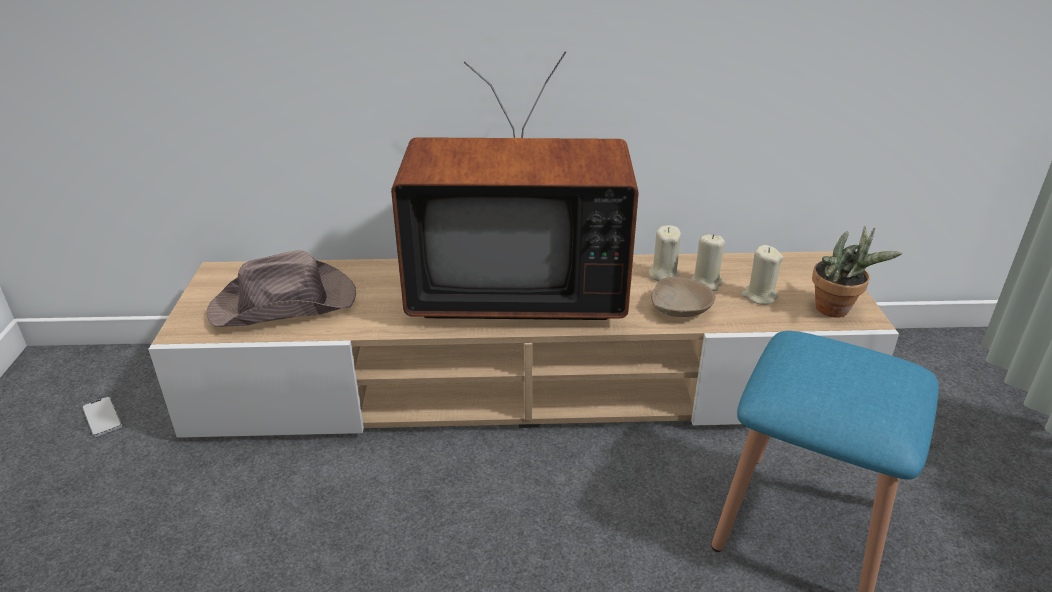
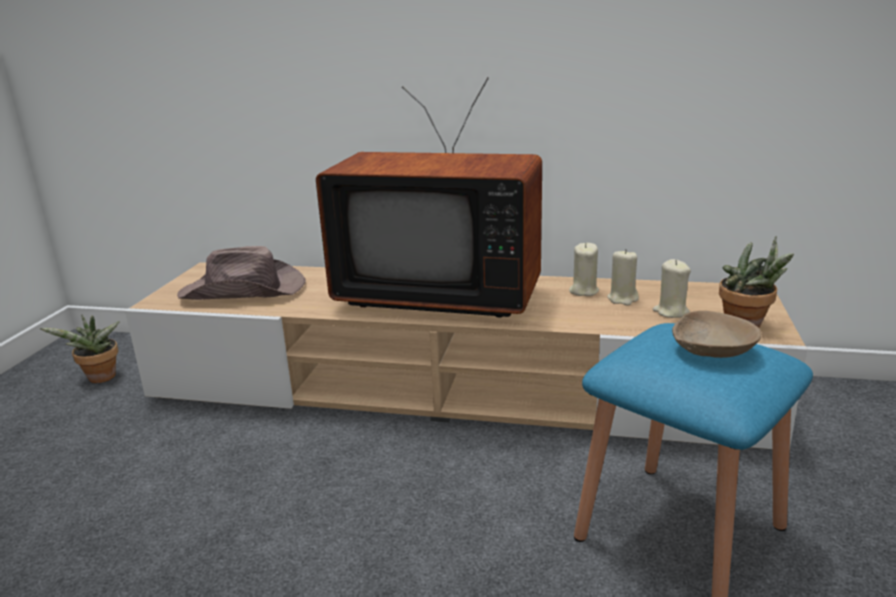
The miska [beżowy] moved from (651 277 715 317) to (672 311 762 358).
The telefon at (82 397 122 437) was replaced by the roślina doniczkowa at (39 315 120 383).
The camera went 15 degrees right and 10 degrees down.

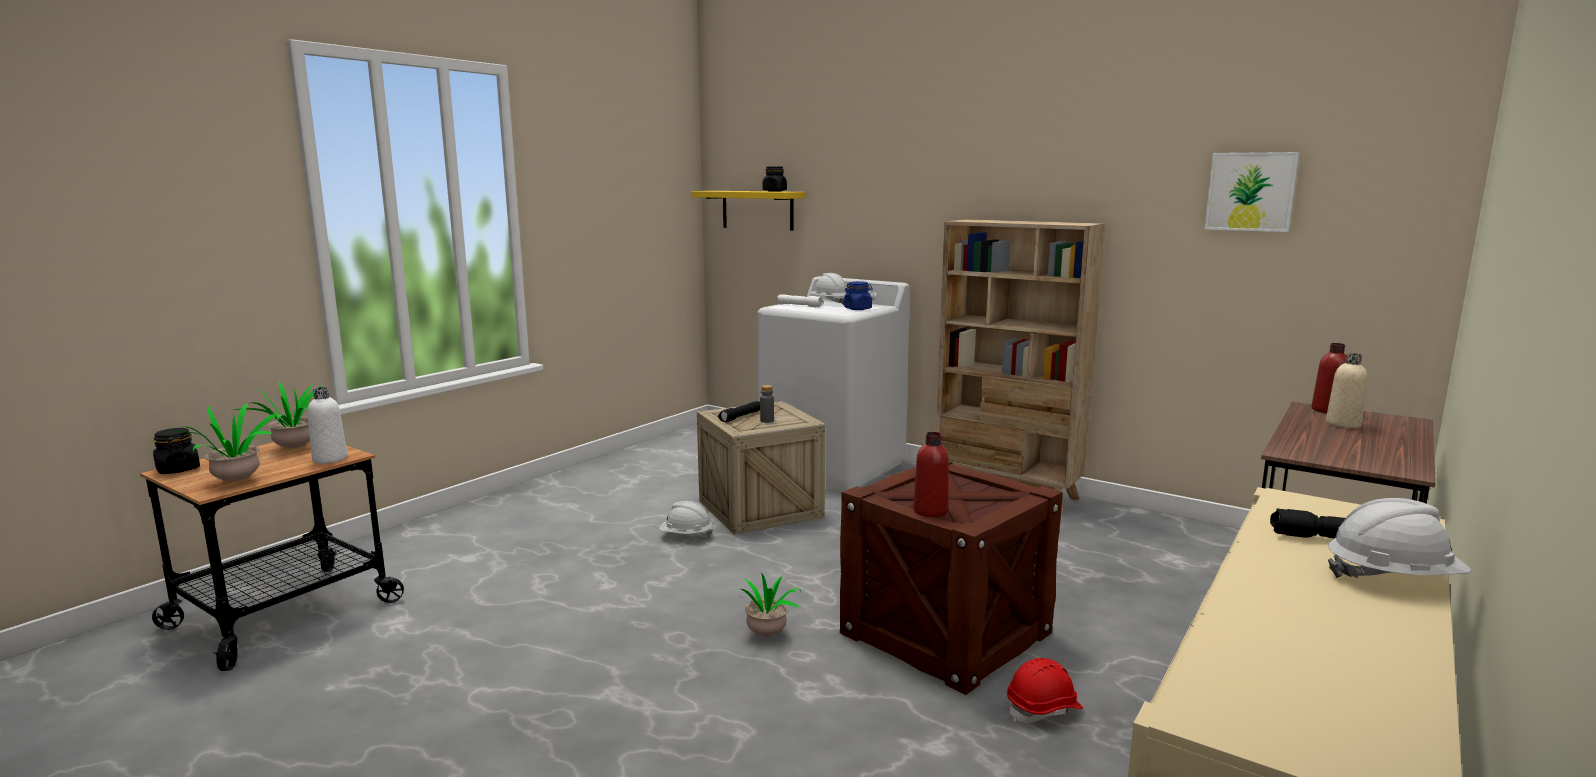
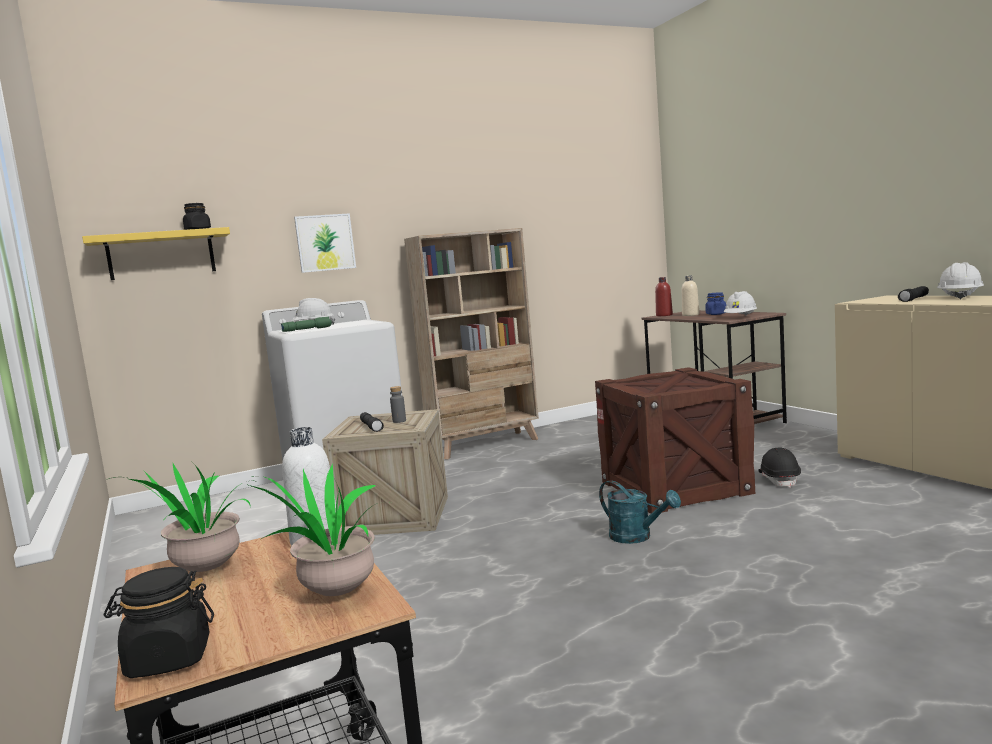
The obraz moved from (1204 152 1299 232) to (294 213 356 273).
The słoik [niebieski] moved from (844 281 873 310) to (705 292 726 315).
The latarka [biały] at (778 294 824 307) became the latarka [zielony] at (281 317 332 332).
The butelka [czerwony] at (913 432 949 517) disappeared.
The kask [biały] moved from (659 501 714 537) to (724 291 757 316).
The roślina doniczkowa at (733 572 801 636) was replaced by the konewka [turkusowy] at (599 480 681 544).
The kask [czerwony] at (1007 658 1083 723) became the kask [czarny] at (758 448 801 488).
The camera went 60 degrees left and 5 degrees down.

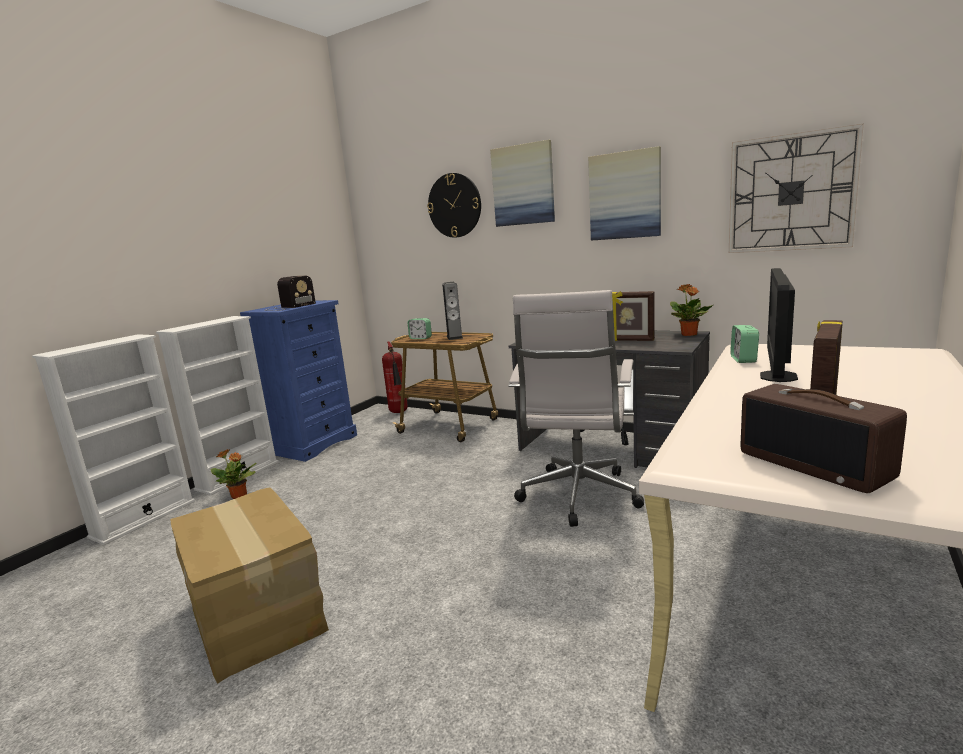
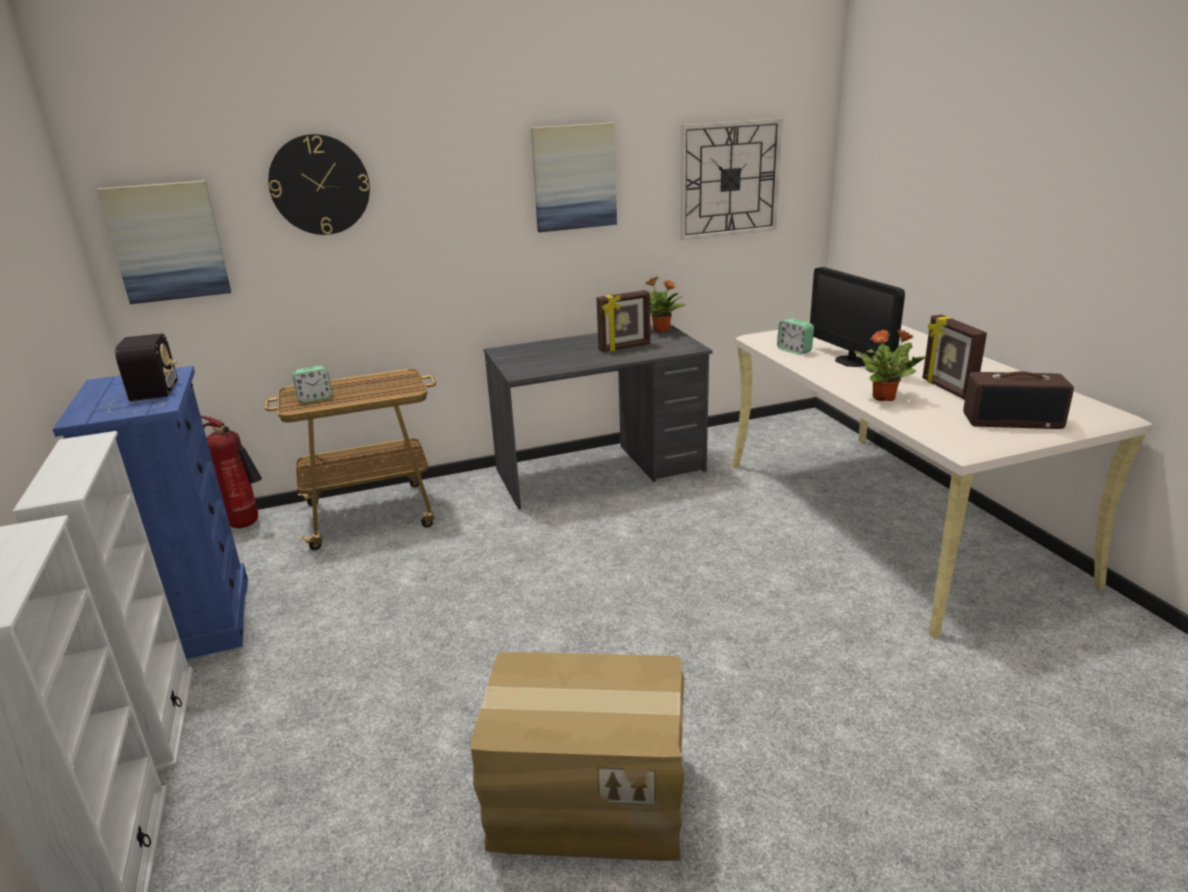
The obraz moved from (490 140 555 227) to (97 181 231 304).
The głośnik at (442 282 463 340) disappeared.
The krzesło biurowe [biały] at (508 290 644 527) disappeared.
The roślina doniczkowa moved from (210 449 257 499) to (854 329 926 401).
The camera went 50 degrees left and 10 degrees up.

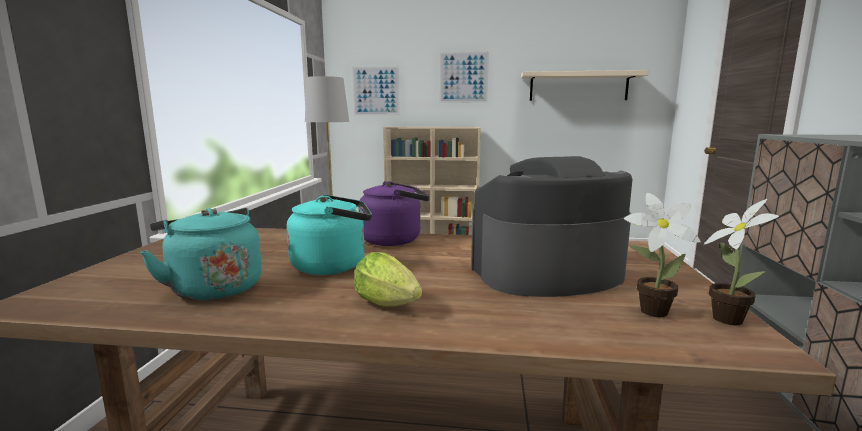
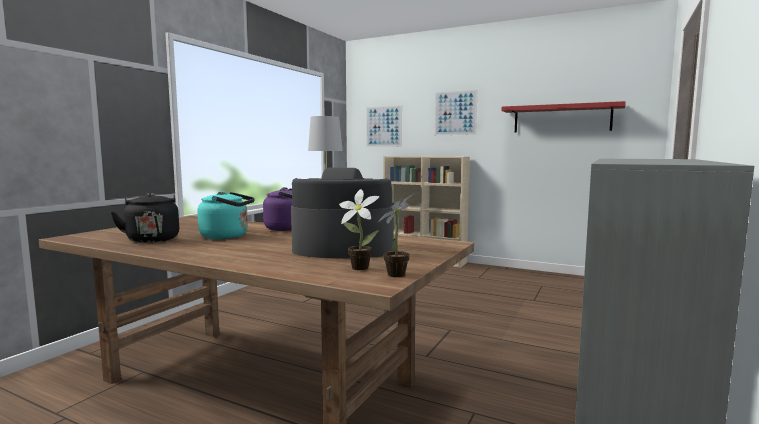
The półka [beżowy] at (521 70 649 101) became the półka [czerwony] at (502 101 626 133).
The czajnik [turkusowy] at (140 208 262 301) became the czajnik [czarny] at (111 193 179 243).
The sałata at (354 252 422 307) disappeared.
The camera went 20 degrees right and 5 degrees down.

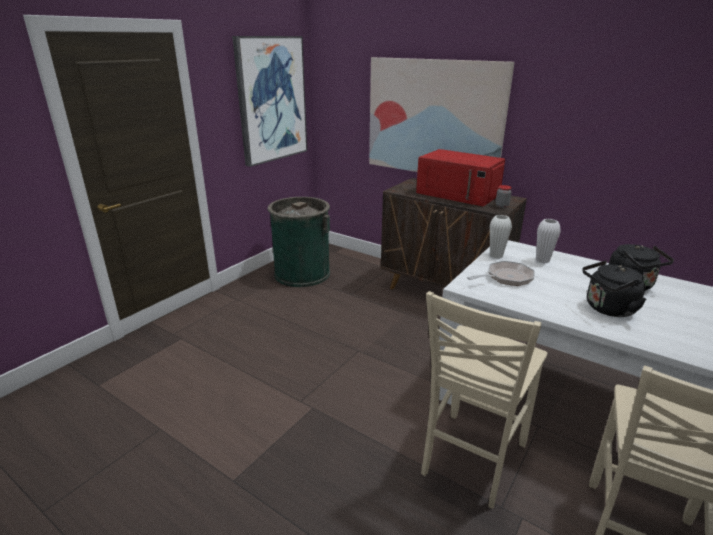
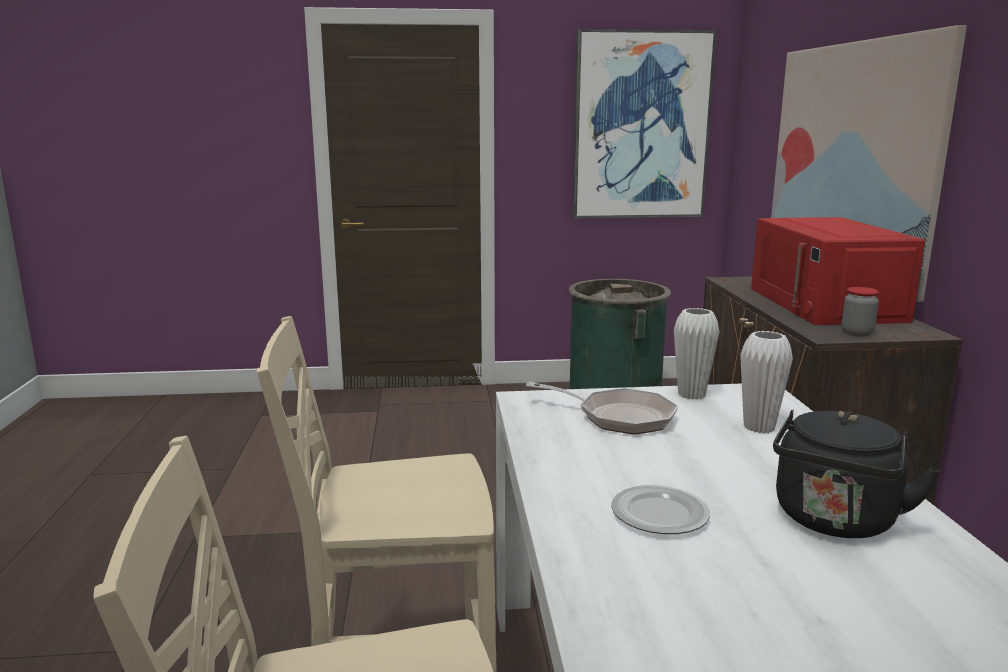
The czajnik [czarny] at (582 260 646 317) was replaced by the talerz at (611 485 710 534).
The camera went 50 degrees right and 10 degrees down.

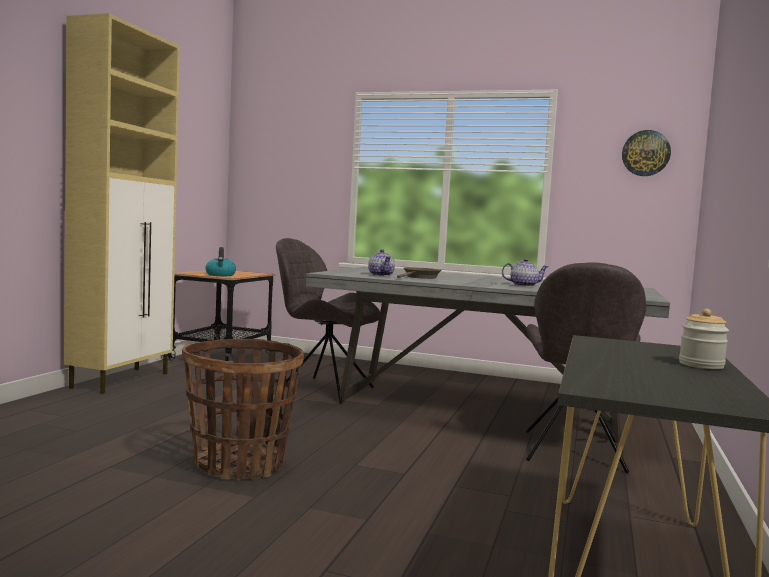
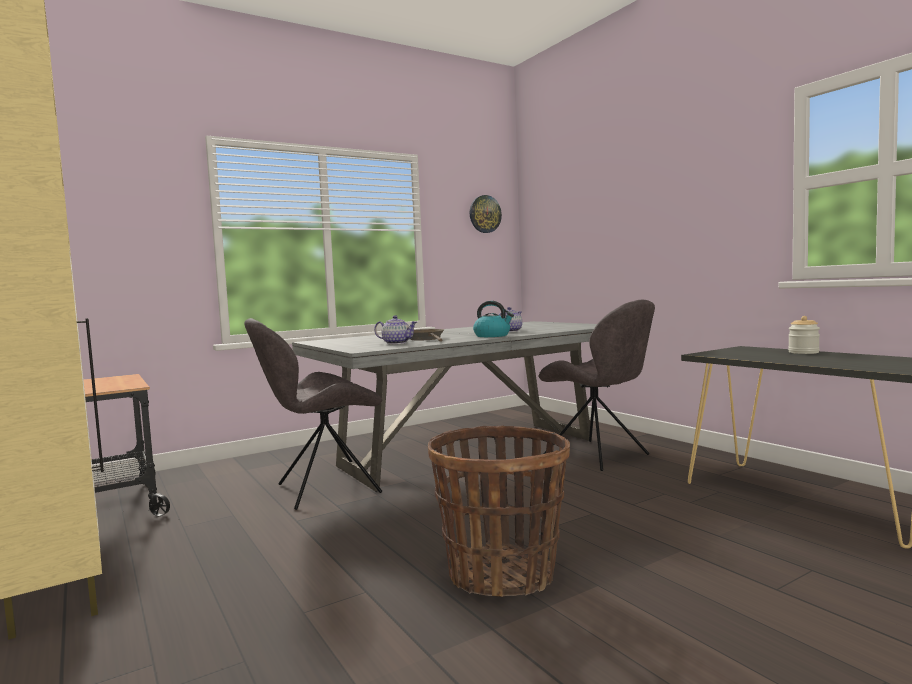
The czajnik moved from (205 247 236 276) to (473 301 514 337).
The camera went 50 degrees left and 0 degrees up.

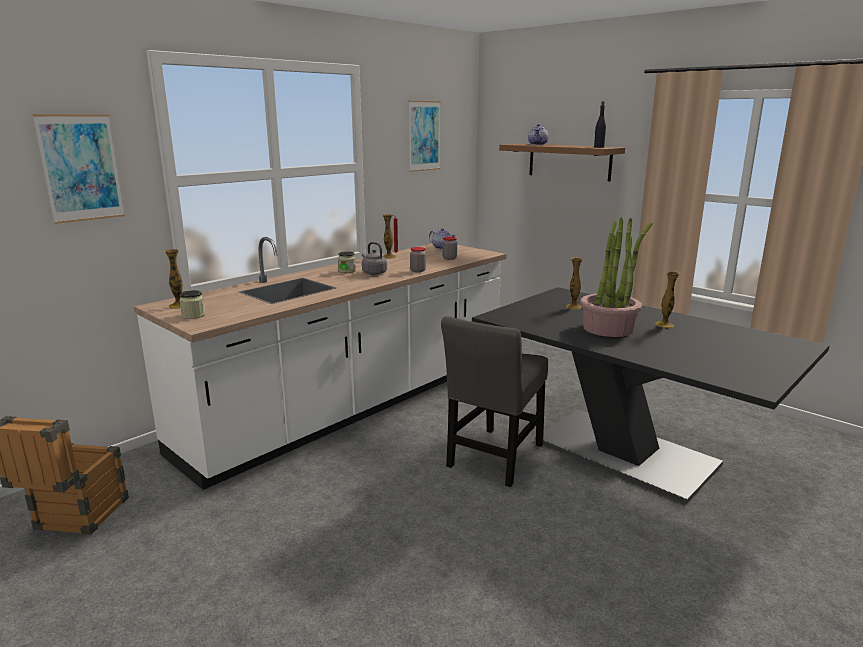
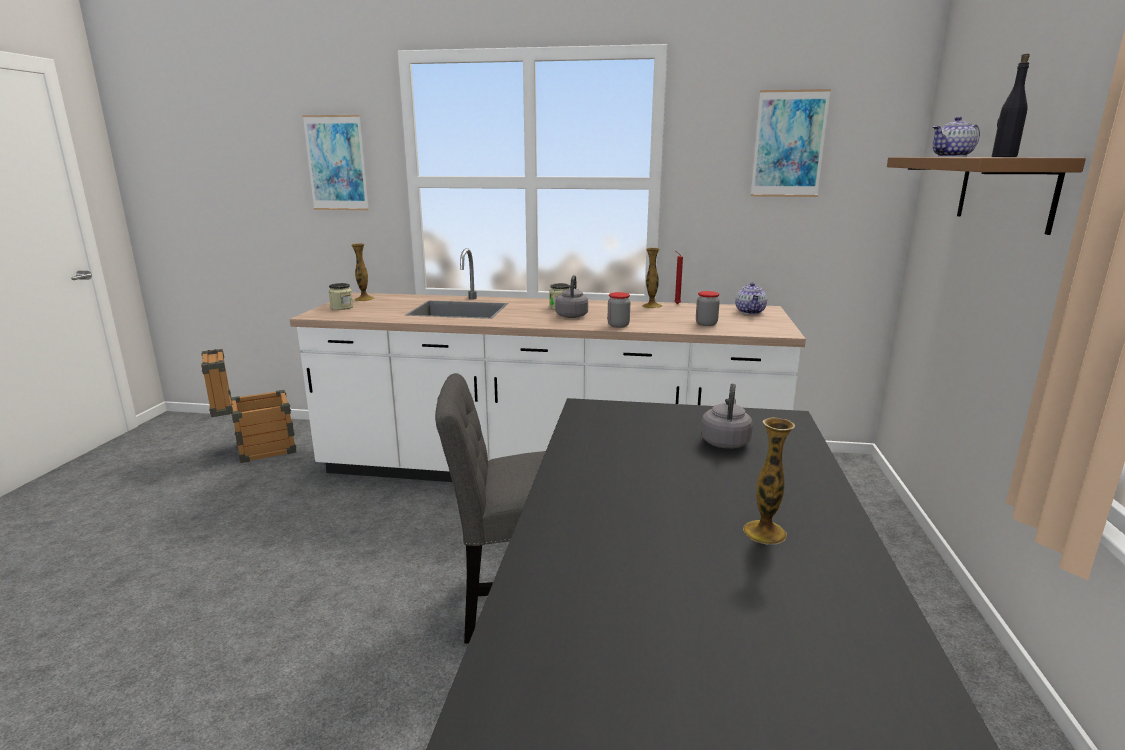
The roślina doniczkowa at (580 217 653 337) disappeared.
The wazon at (566 257 583 310) was replaced by the czajnik [szary] at (701 383 753 449).
The camera went 55 degrees right and 0 degrees up.

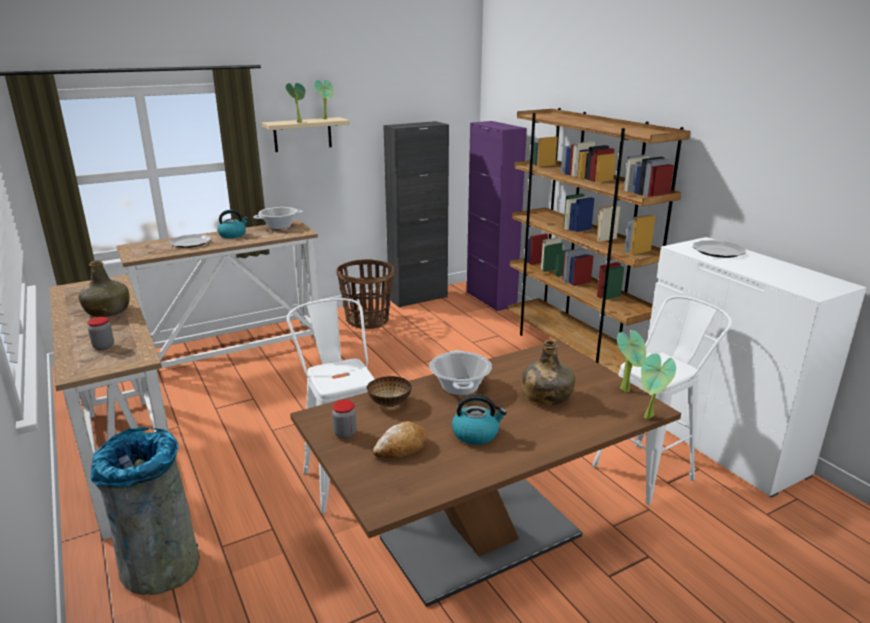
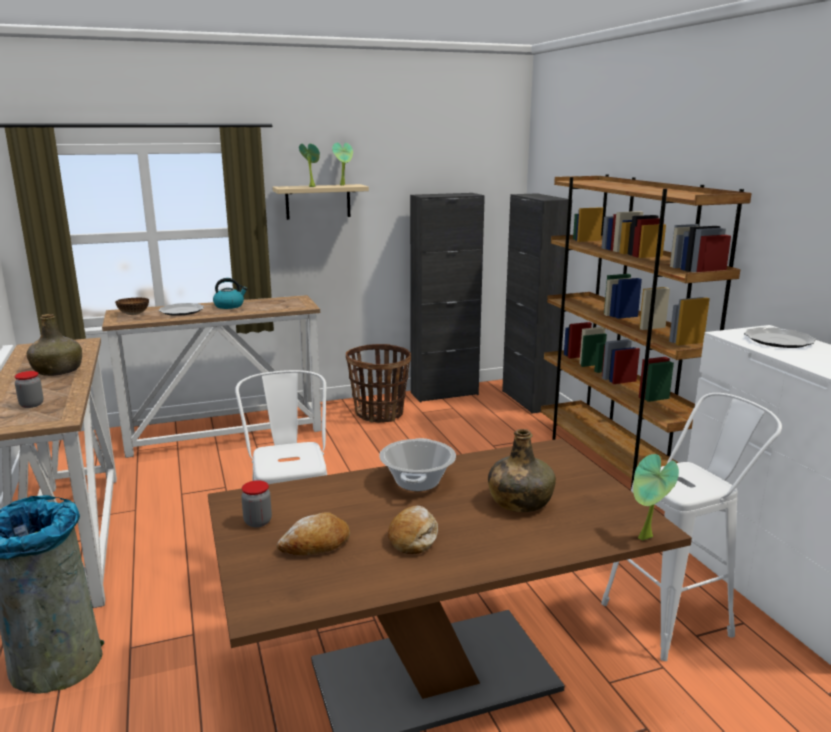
The szafka [fioletowy] at (467 121 527 311) became the szafka [czarny] at (502 193 572 414).
The garnek at (253 207 303 229) disappeared.
The roślina doniczkowa at (617 330 646 393) disappeared.
The miska moved from (366 376 412 407) to (115 298 149 315).
The czajnik at (452 394 507 445) was replaced by the chleb at (388 506 438 554).
The camera went 10 degrees right and 5 degrees down.

